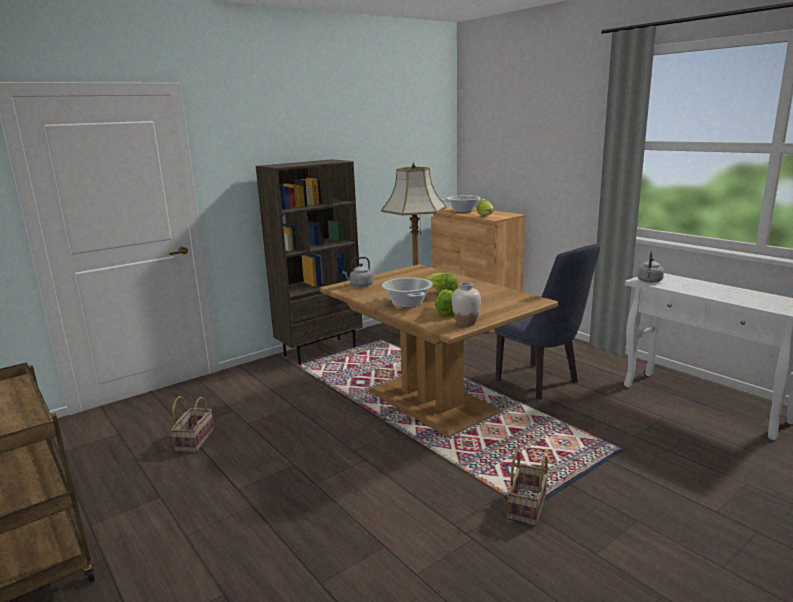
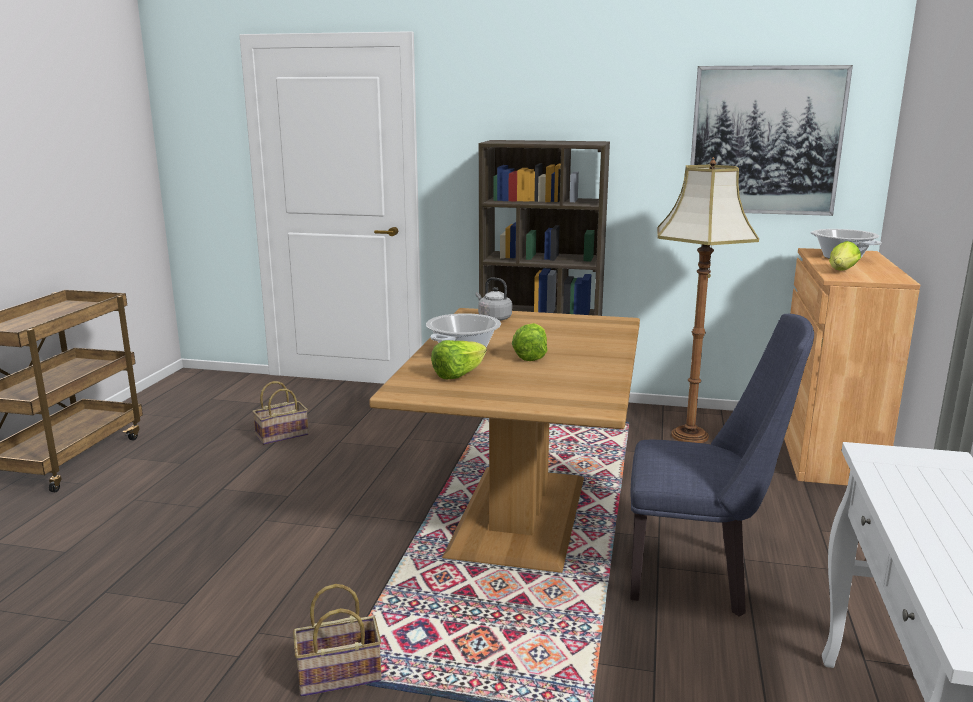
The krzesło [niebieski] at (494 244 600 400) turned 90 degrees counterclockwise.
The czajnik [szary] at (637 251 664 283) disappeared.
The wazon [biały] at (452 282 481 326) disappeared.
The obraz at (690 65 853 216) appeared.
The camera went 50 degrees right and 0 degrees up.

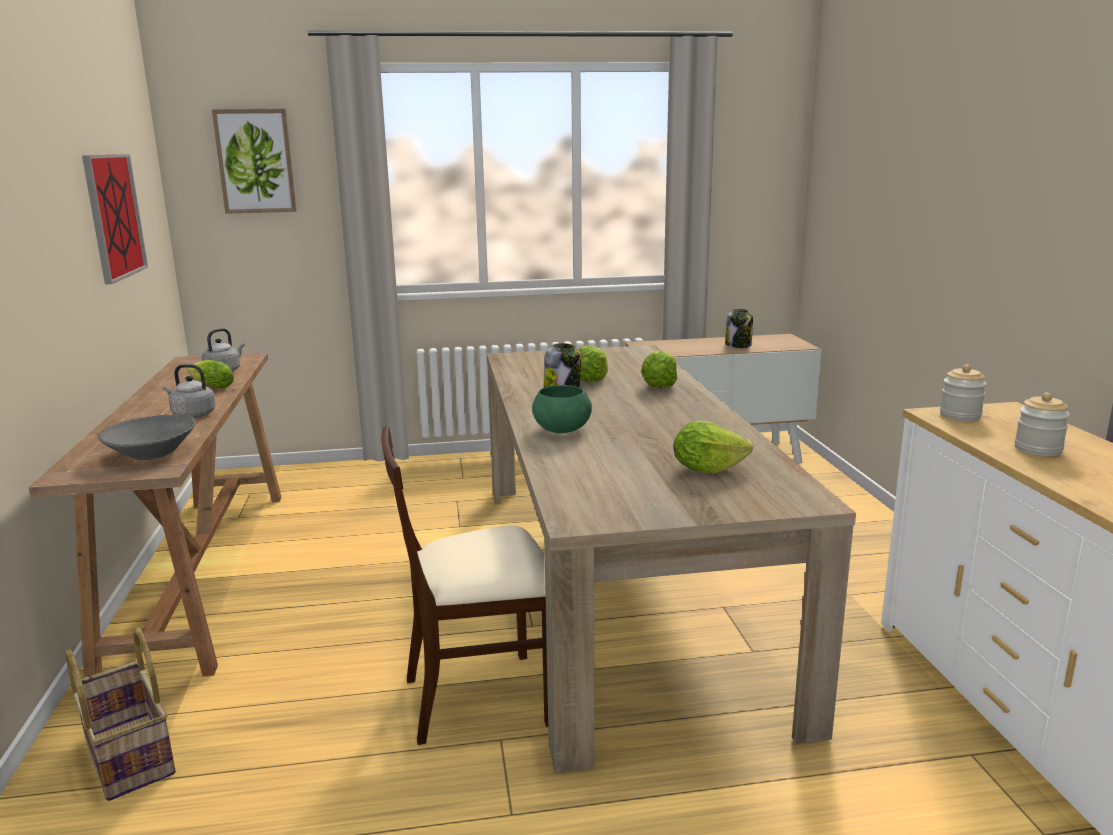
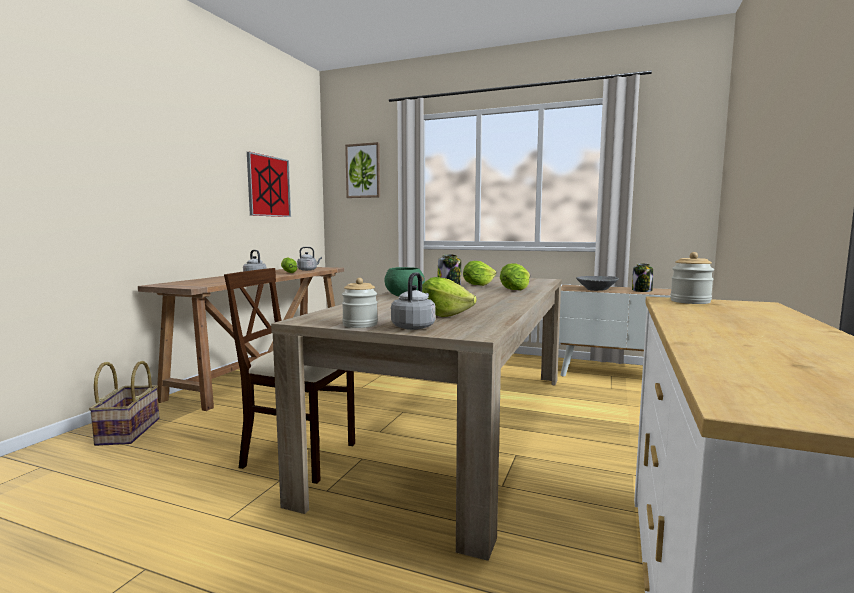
The słoik moved from (1014 393 1070 456) to (342 278 378 328).
The miska [szary] moved from (98 414 196 460) to (576 276 619 291).
The czajnik [szary] at (391 272 436 330) appeared.
The camera went 30 degrees right and 10 degrees down.

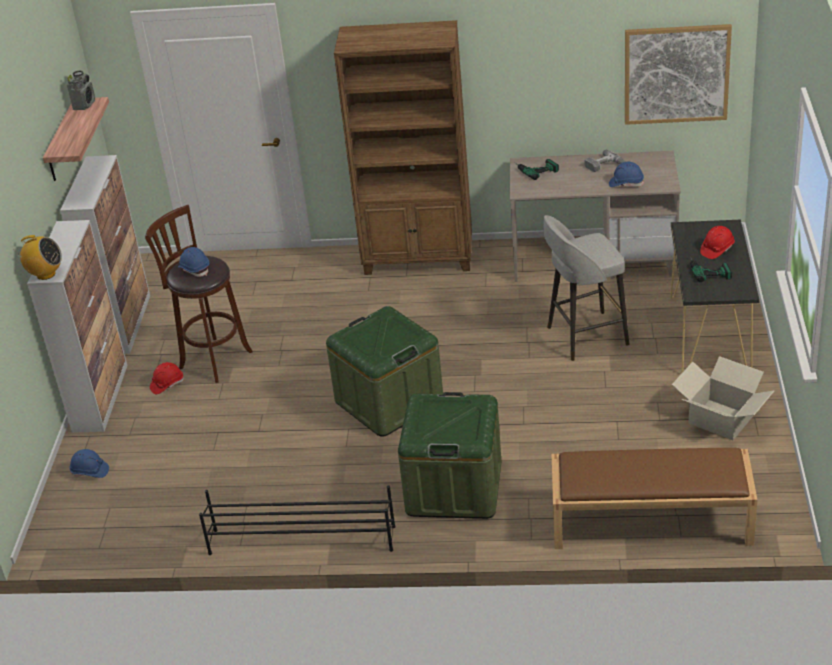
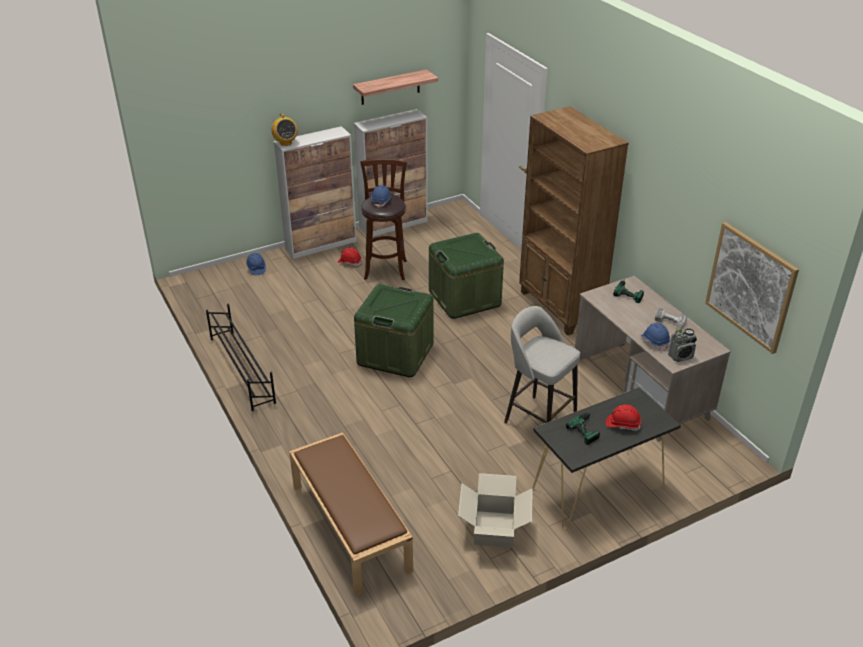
The radio moved from (67 71 95 110) to (668 328 697 362).
The pojemnik do przechowywania [zielony] moved from (398 392 501 519) to (429 233 504 319).
The camera went 55 degrees right and 0 degrees up.

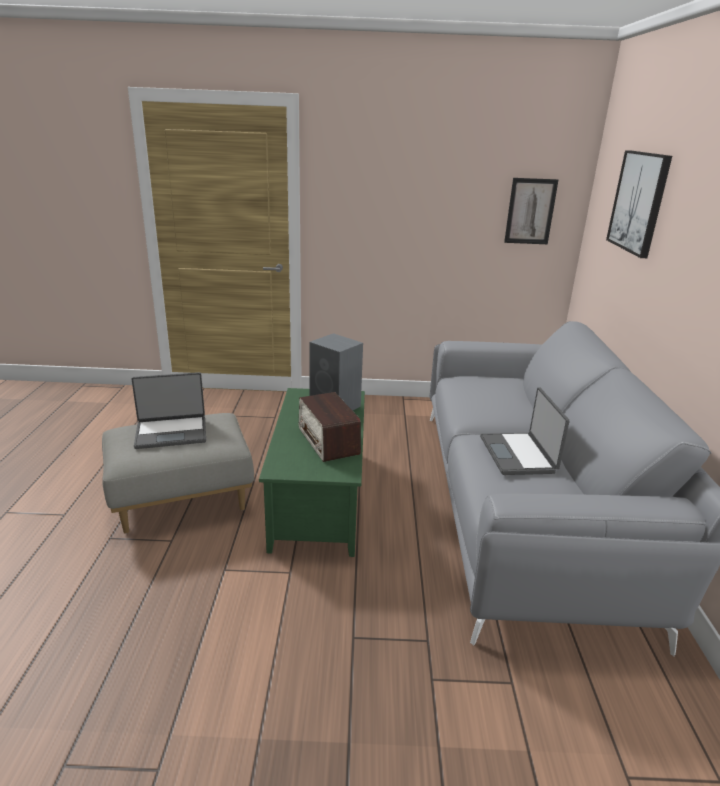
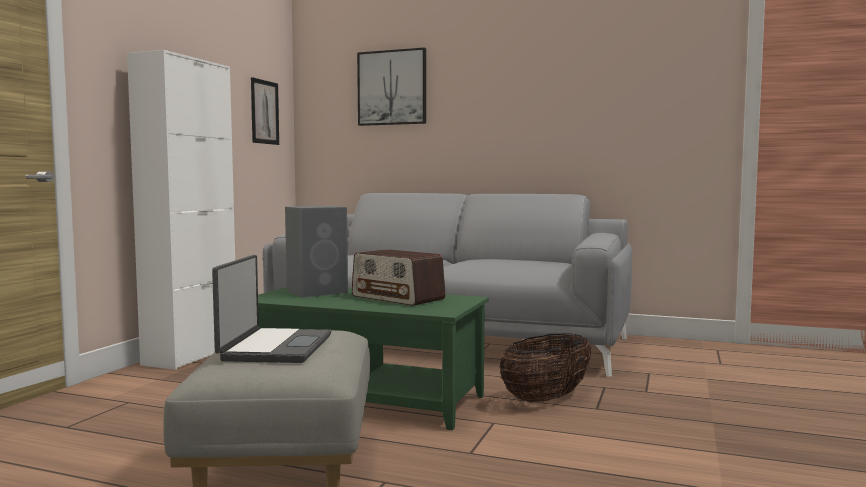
The laptop at (480 387 570 475) disappeared.
The radio at (299 392 361 462) turned 45 degrees clockwise.
The szafka [biały] at (127 50 235 370) appeared.
The koszyk at (499 333 591 403) appeared.
The camera went 70 degrees left and 20 degrees down.

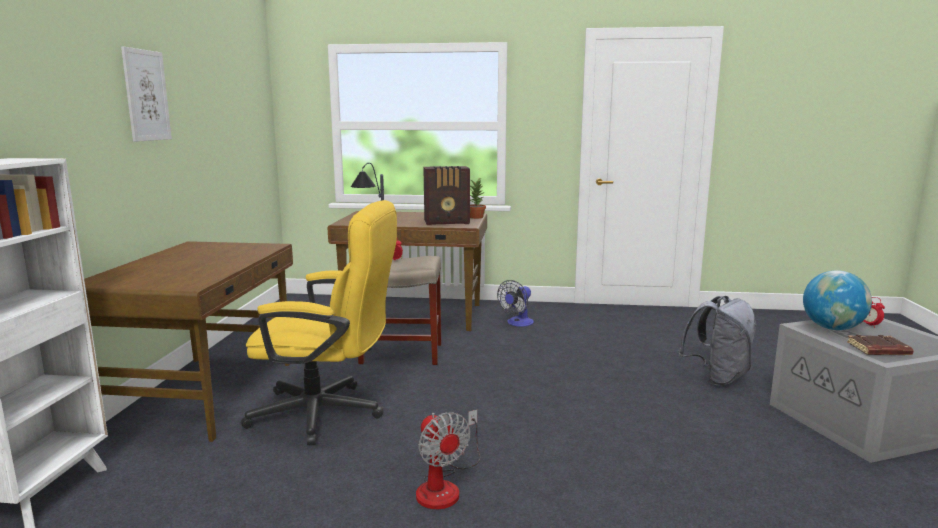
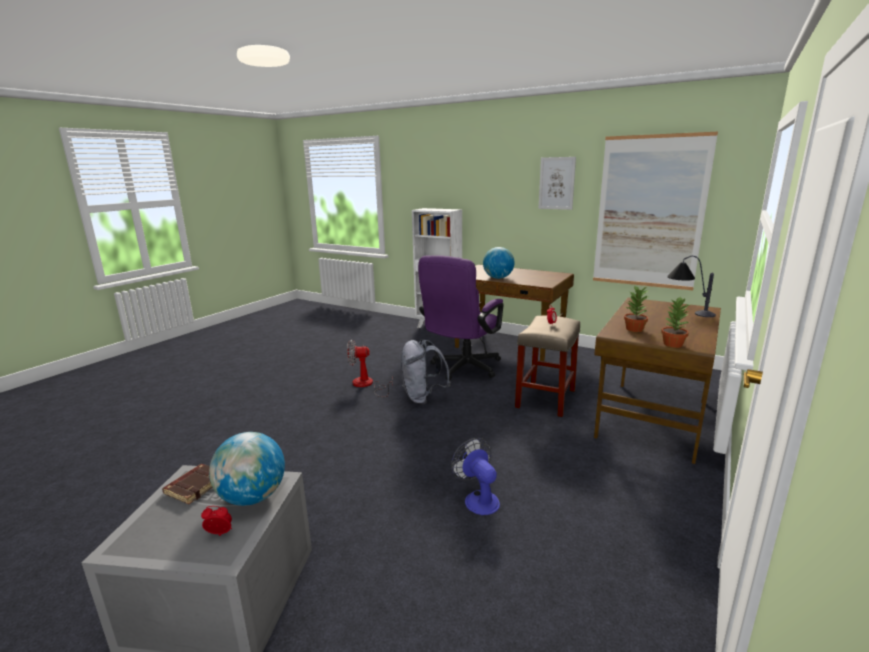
The radio at (423 166 470 225) was replaced by the roślina doniczkowa at (624 286 648 332).
The krzesło biurowe [żółty] at (241 200 397 445) became the krzesło biurowe [fioletowy] at (418 255 503 380).
The wentylator moved from (497 280 534 327) to (451 438 500 515).
The plecak [szary] moved from (679 296 757 385) to (401 339 451 405).
The obraz at (593 132 718 290) appeared.
The globus at (483 247 514 279) appeared.
The camera went 115 degrees right and 5 degrees up.

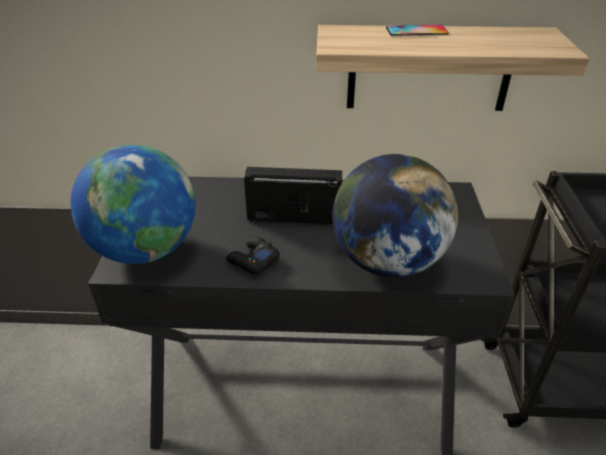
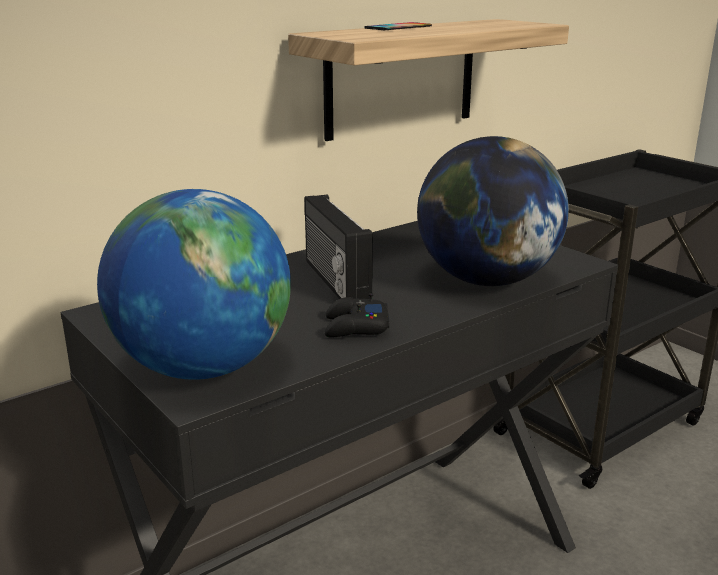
The radio at (244 167 342 224) turned 75 degrees counterclockwise.
The camera went 40 degrees left and 15 degrees down.

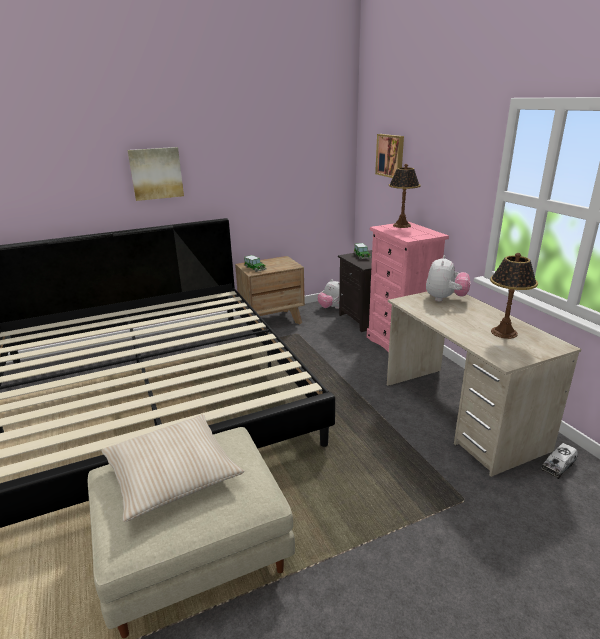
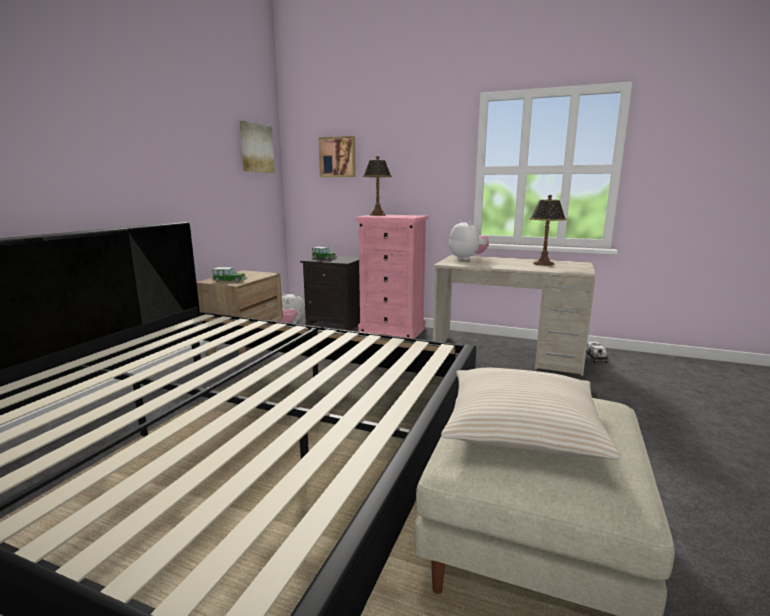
The obraz moved from (128 147 184 201) to (240 121 275 173).
The camera went 45 degrees left and 10 degrees down.

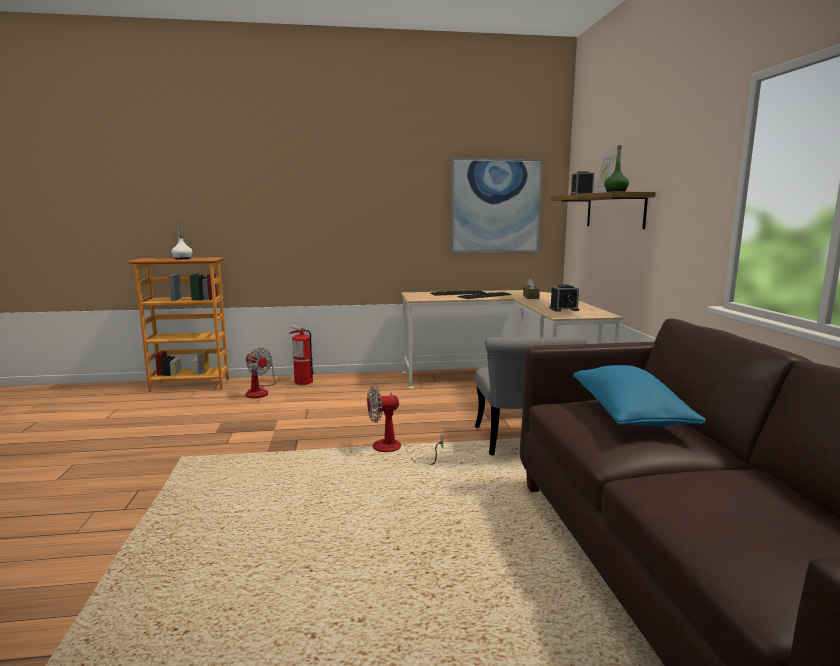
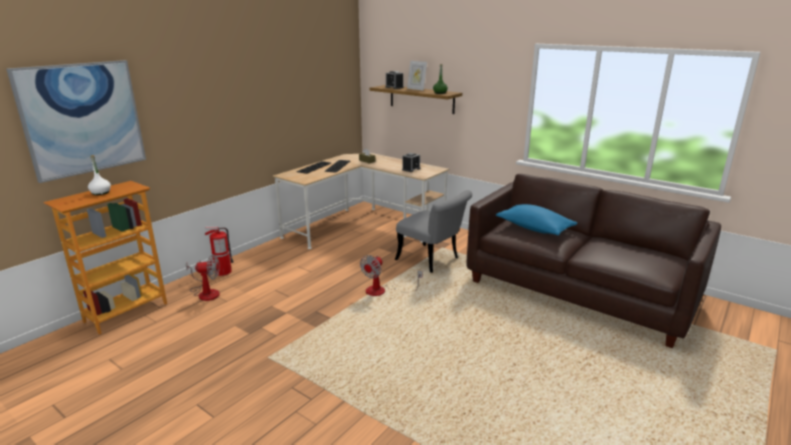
The obraz moved from (450 158 543 253) to (6 60 146 183).
The camera went 45 degrees left and 10 degrees up.

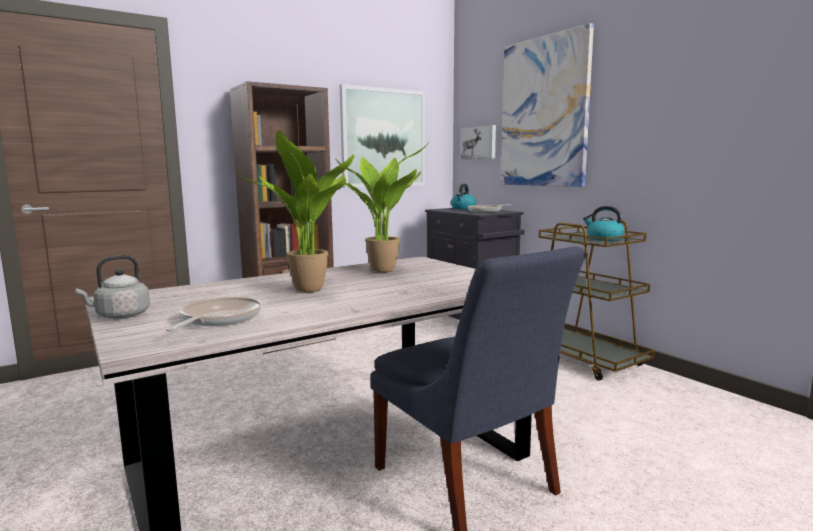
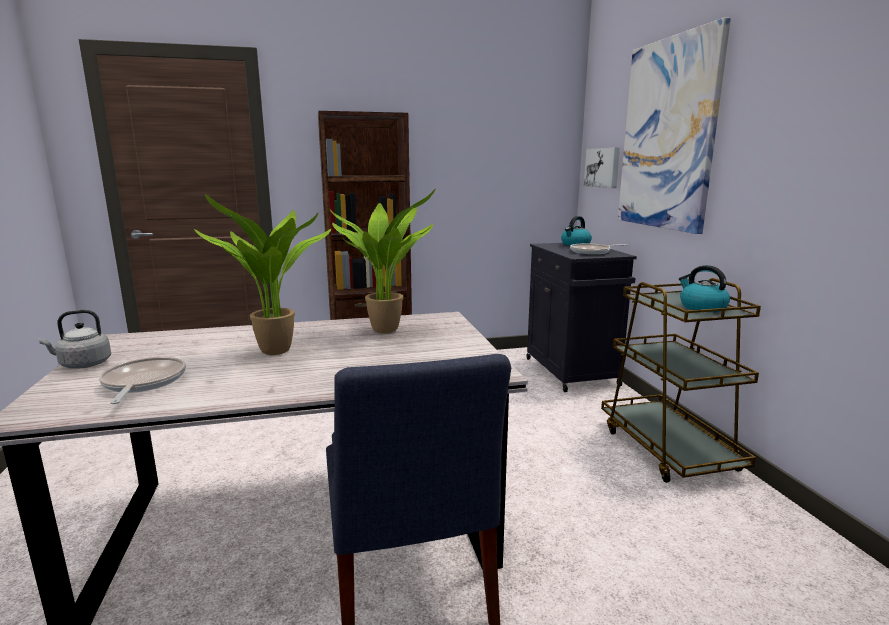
The obraz at (339 84 425 188) disappeared.
The patelnia at (166 297 262 331) turned 45 degrees counterclockwise.
The camera went 20 degrees right and 5 degrees up.

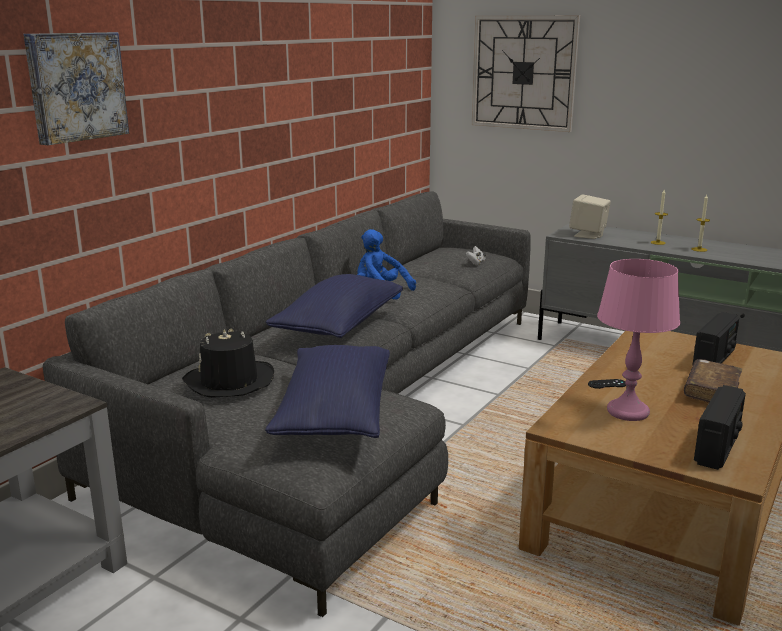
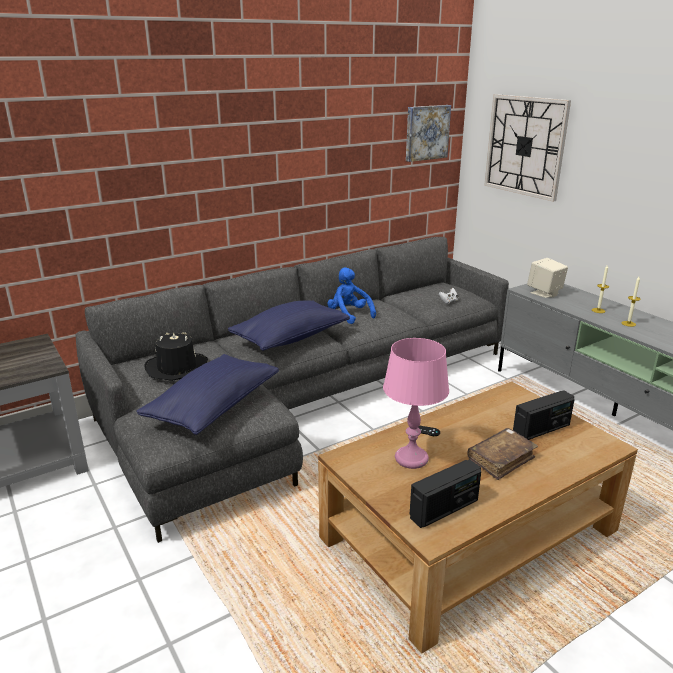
The obraz moved from (24 32 129 145) to (406 105 451 162).
The camera went 25 degrees right and 5 degrees up.

